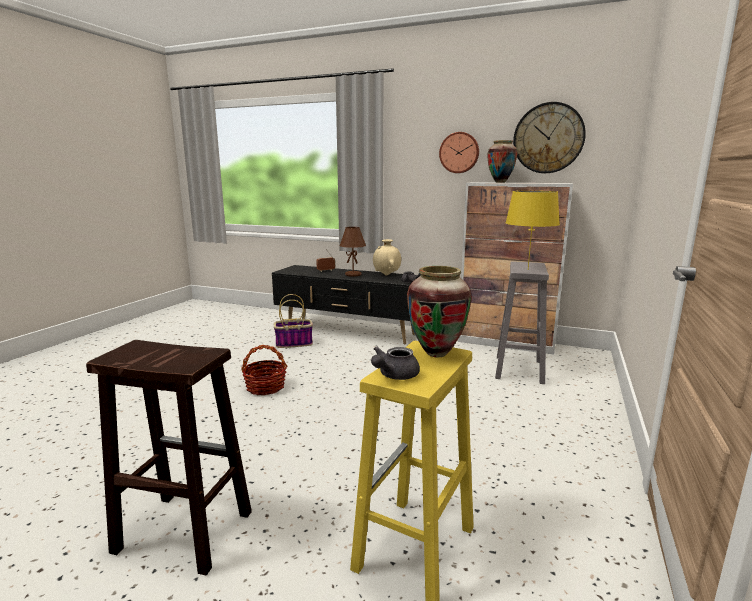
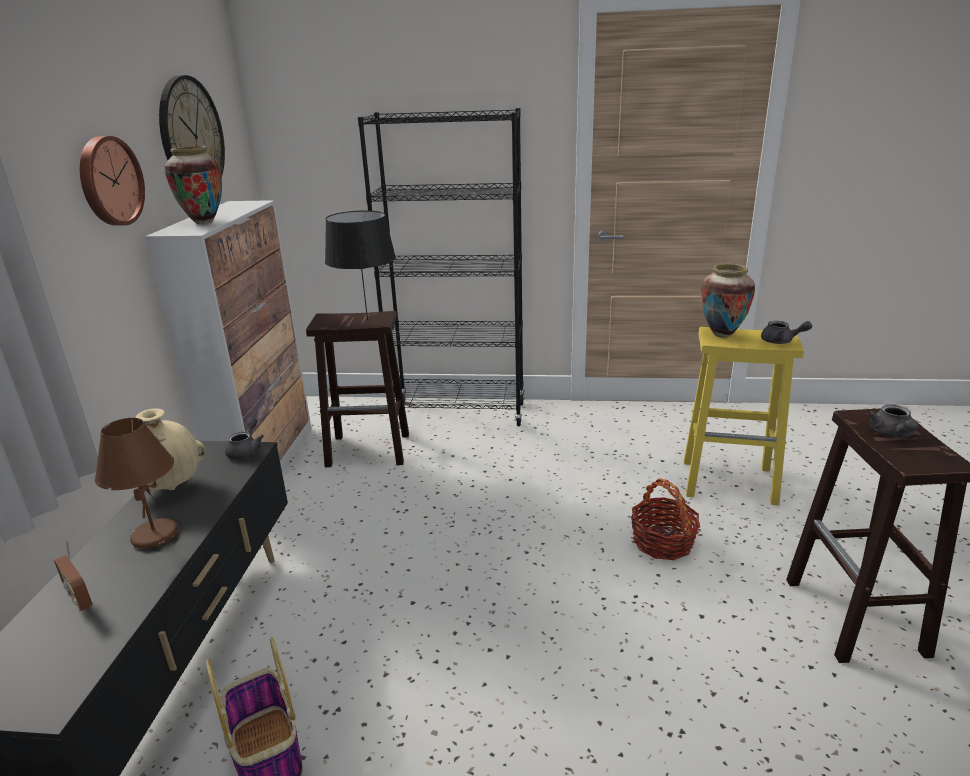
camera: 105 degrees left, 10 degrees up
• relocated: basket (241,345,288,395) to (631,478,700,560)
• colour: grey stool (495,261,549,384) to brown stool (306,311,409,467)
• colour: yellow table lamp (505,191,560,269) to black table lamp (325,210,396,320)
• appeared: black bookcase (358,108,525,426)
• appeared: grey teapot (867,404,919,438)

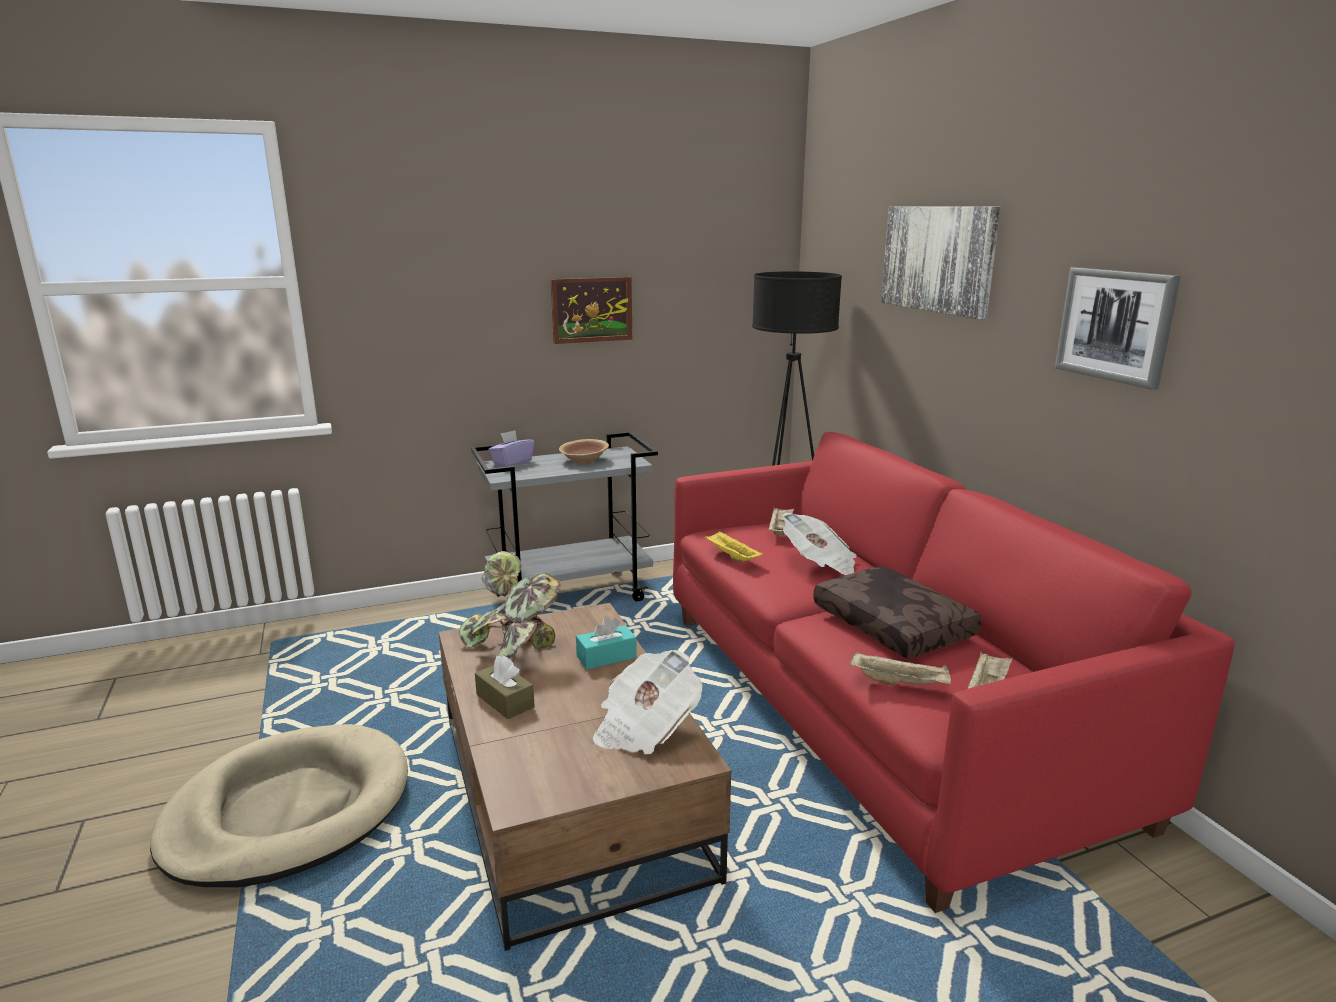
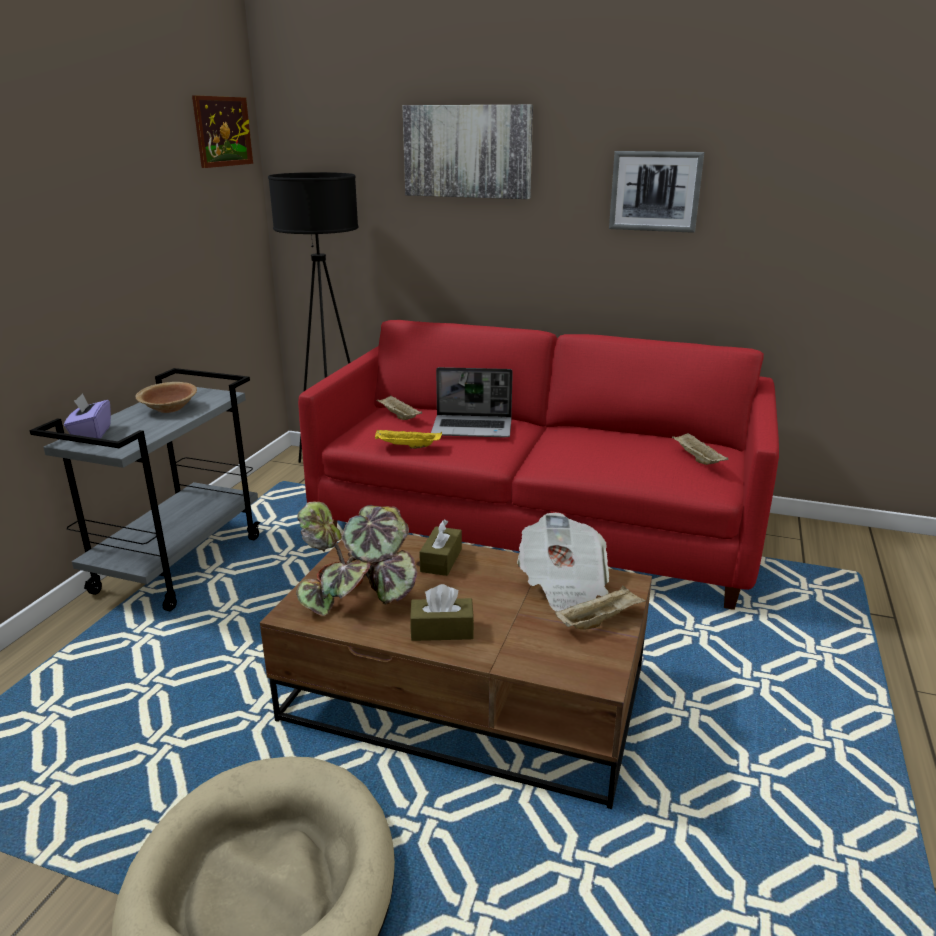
camera: 50 degrees left, 5 degrees up
• relocated: picture (551,277,632,344) to (192,95,253,168)
• colour: turquoise tissue box (576,617,637,669) to brown tissue box (419,519,462,576)
• exchanged: newspaper (783,513,857,575) to laptop (431,367,513,437)
• missing: brown pillow (813,566,981,659)
• relocated: beige tray (850,652,951,686) to (555,586,646,630)

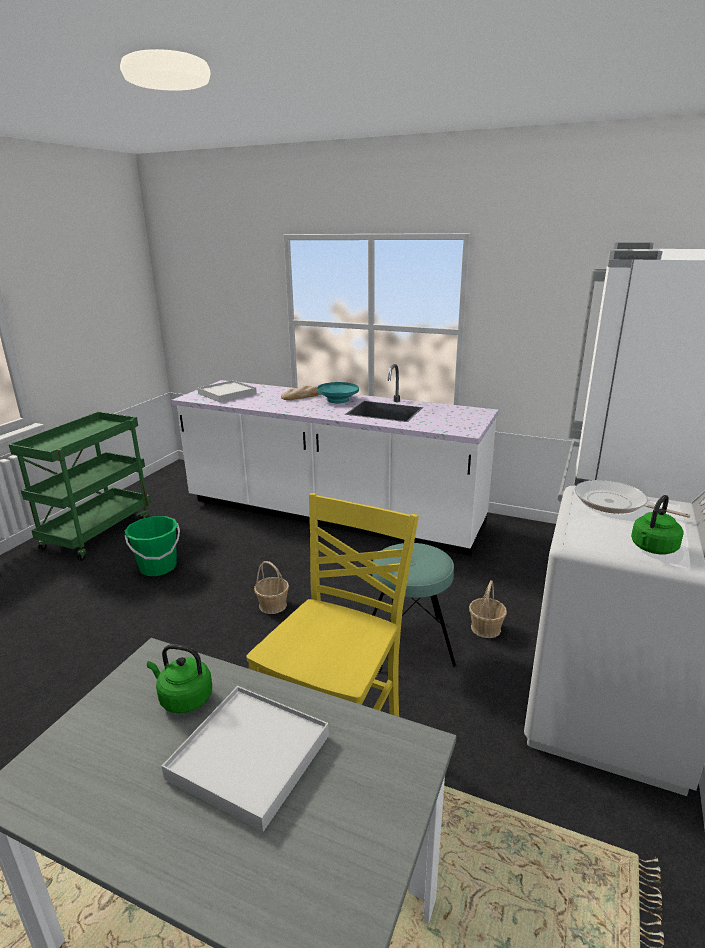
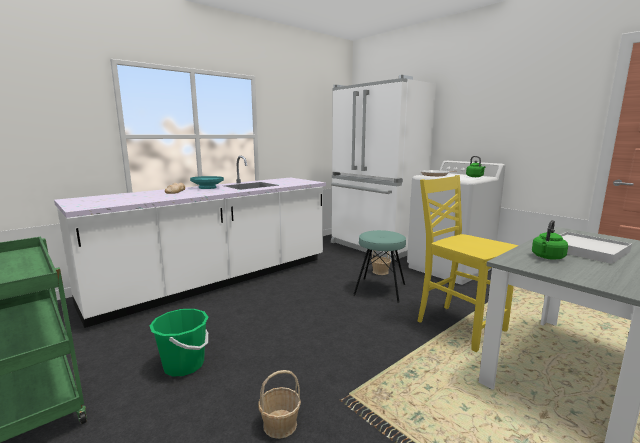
camera: 65 degrees left, 10 degrees down
• missing: white tray (197,380,257,402)
• relocated: basket (254,561,289,614) to (258,370,301,439)

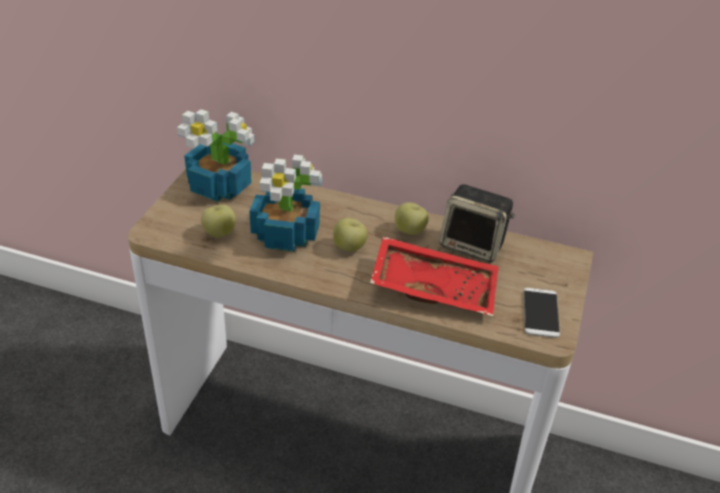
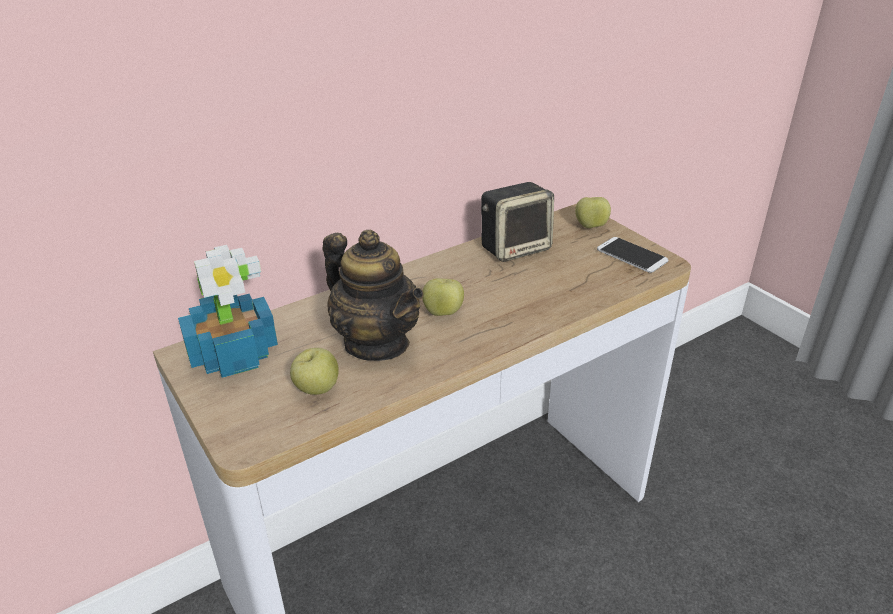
camera: 50 degrees left, 5 degrees down
• exchanged: potted plant (249,155,322,252) to teapot (323,230,423,361)
• missing: red tray (370,236,499,316)
• relocated: apple (395,202,429,235) to (575,197,611,228)

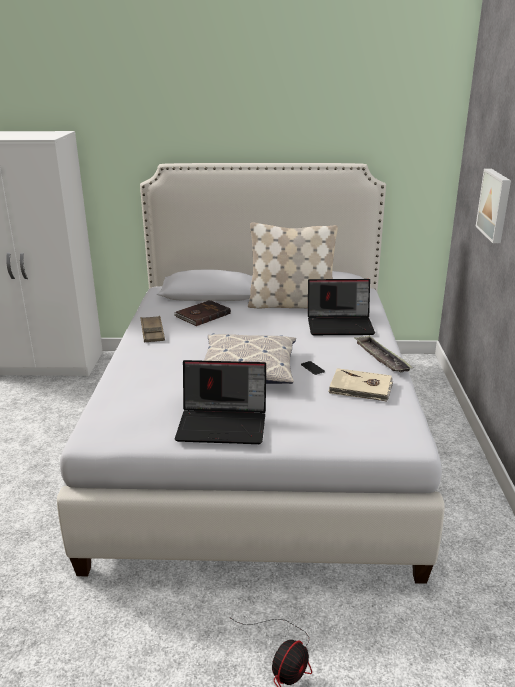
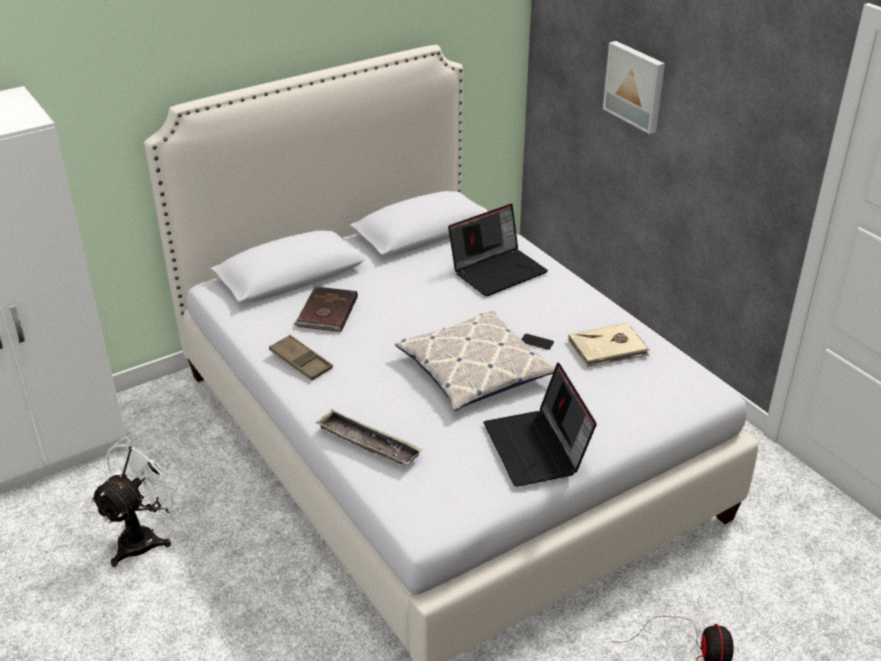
camera: 35 degrees left, 10 degrees up
• spun: laptop (175,360,266,444) = (483,362,597,487) 105 degrees clockwise
• missing: beige pillow (248,222,338,309)
• relocated: tray (355,336,413,372) to (316,410,423,465)
• appeared: white fan (90,435,185,567)

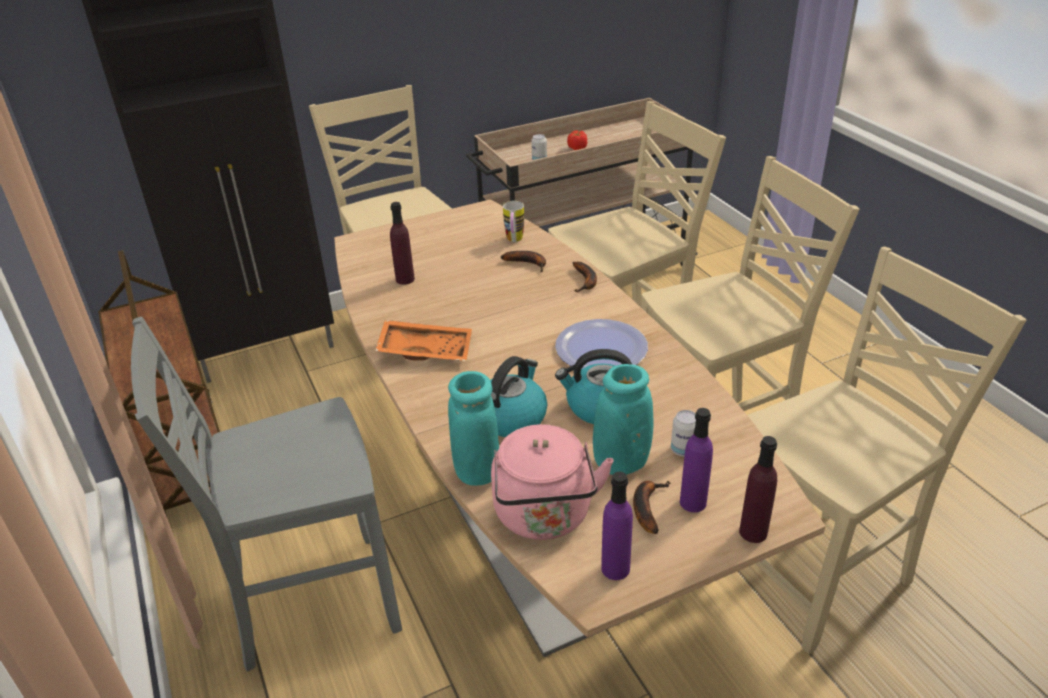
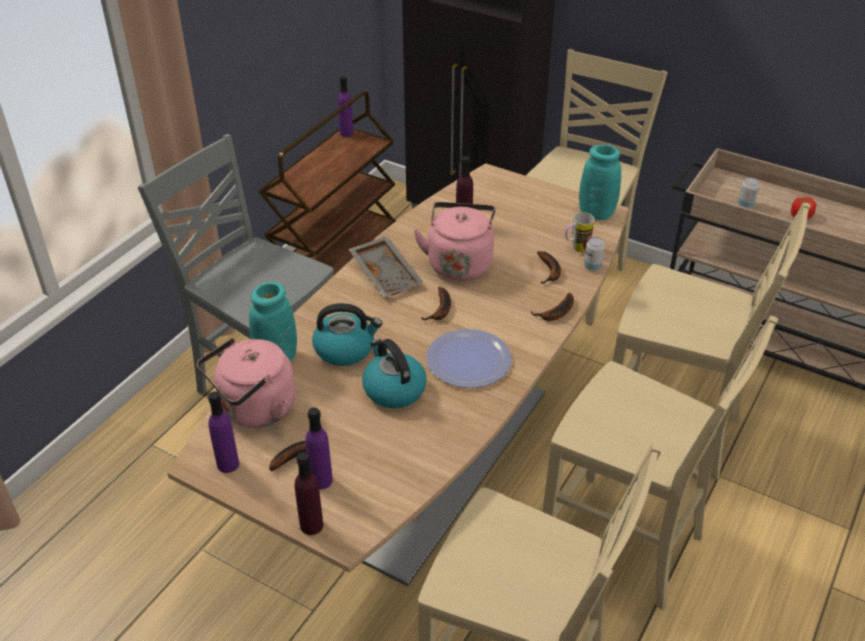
camera: 55 degrees right, 5 degrees up
• colour: orange tray (375,320,472,361) to grey tray (348,236,423,297)
• relocated: turquoise vase (593,364,654,475) to (579,145,621,220)
• relocated: can (671,410,696,457) to (584,237,605,271)
• appeared: purple bottle (338,76,354,137)
• appeared: pink kettle (413,202,495,281)
• appeared: banana (421,287,451,321)

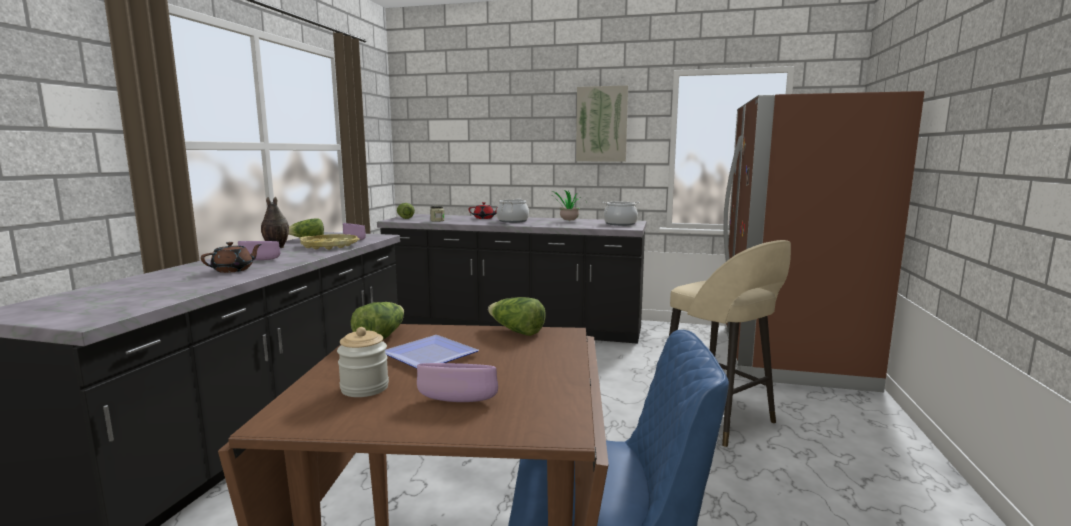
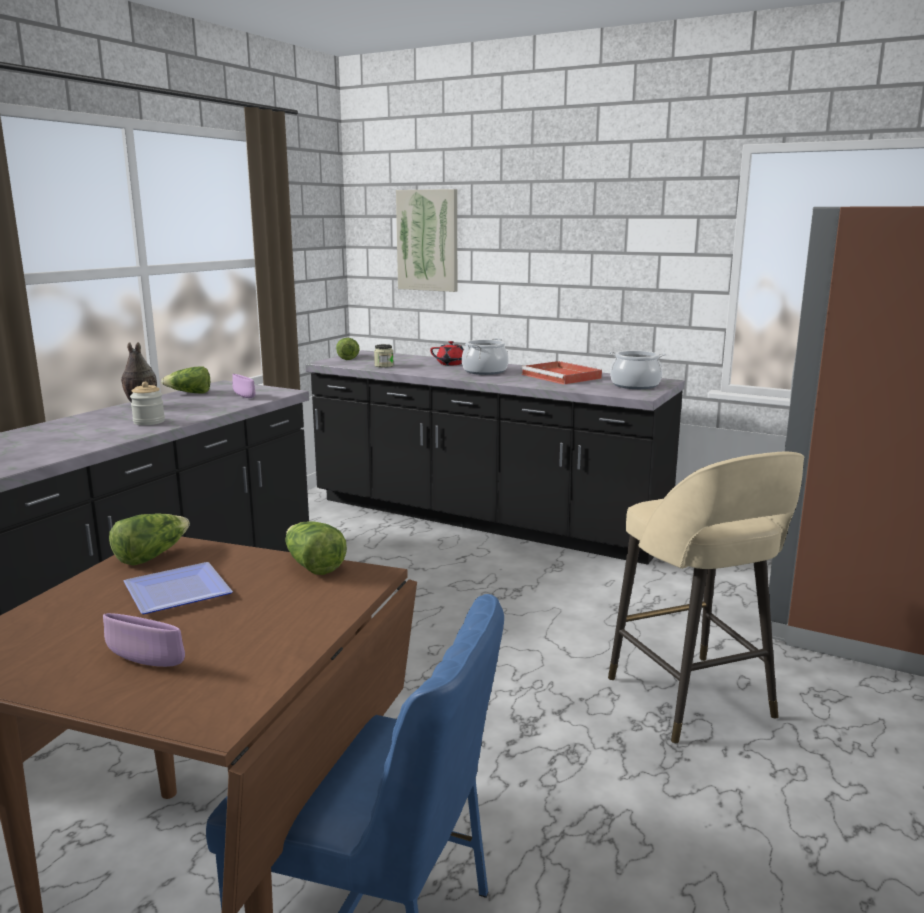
camera: 15 degrees right, 5 degrees up
• missing: brown teapot (201,242,262,273)
• missing: purple bowl (238,241,280,260)
• missing: yellow tray (299,234,360,250)
• relocated: jar (337,327,389,397) to (130,382,165,425)
• exchanged: potted plant (552,190,587,221) to red tray (521,361,602,385)
• relocated: picture (576,85,628,162) to (396,189,457,292)

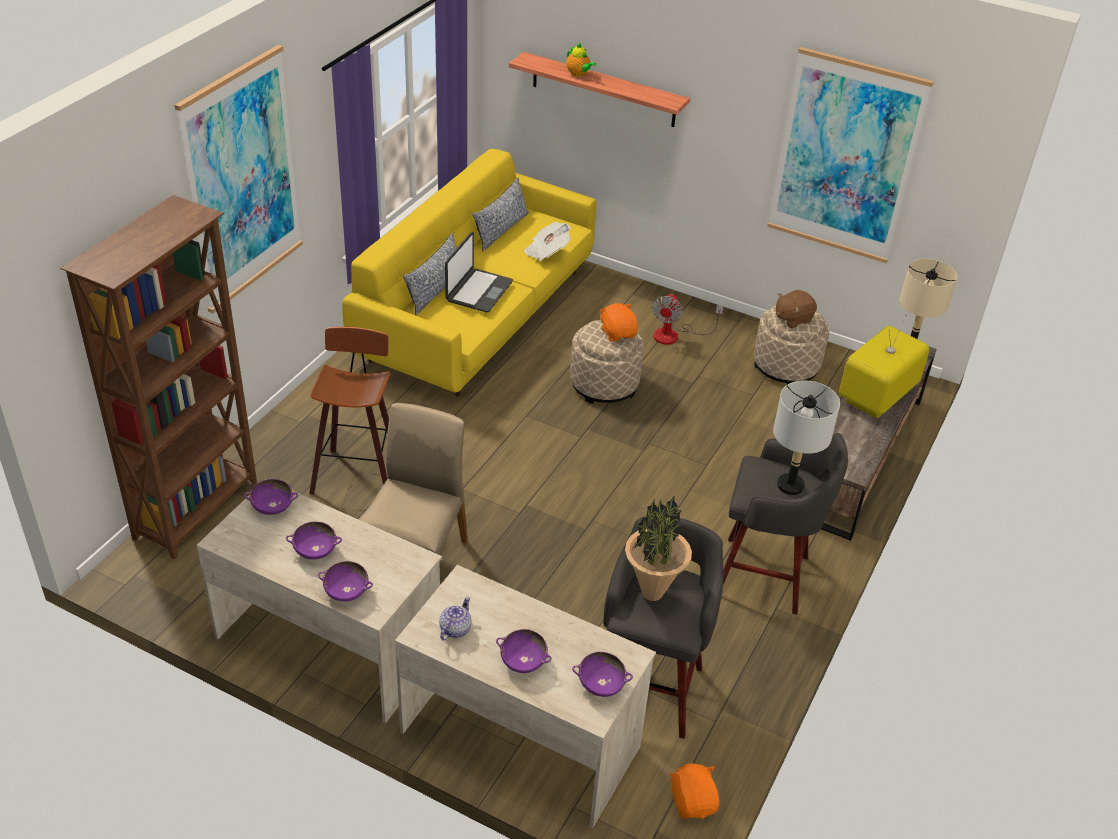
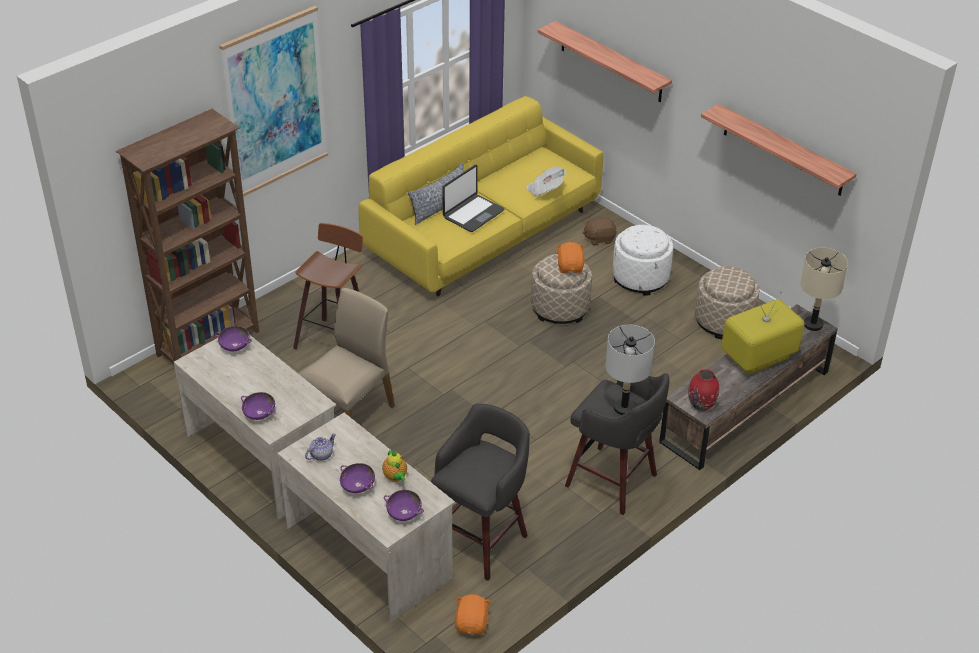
camera: 20 degrees right, 0 degrees up
• missing: purple bowl (286,522,342,560)
• missing: pillow (473,177,529,252)
• relocated: teapot (567,43,596,77) to (382,450,407,482)
• missing: potted plant (625,495,692,601)
• exchanged: fan (652,294,724,345) to white ottoman (613,225,673,296)
• exchanged: picture (767,47,934,263) to shelf (701,104,856,196)
• relocated: brown plush toy (776,290,817,328) to (582,217,617,246)
• appeared: red vase (688,369,719,411)

